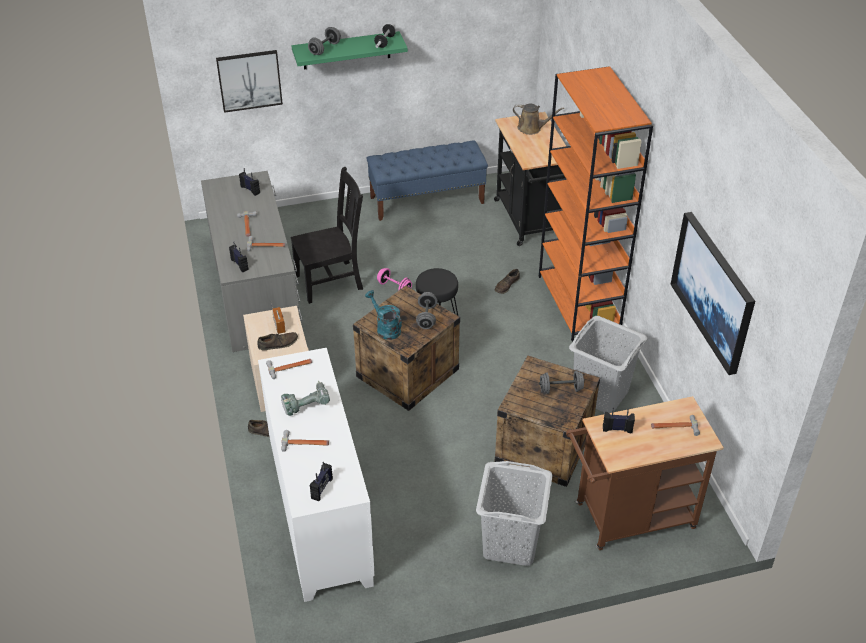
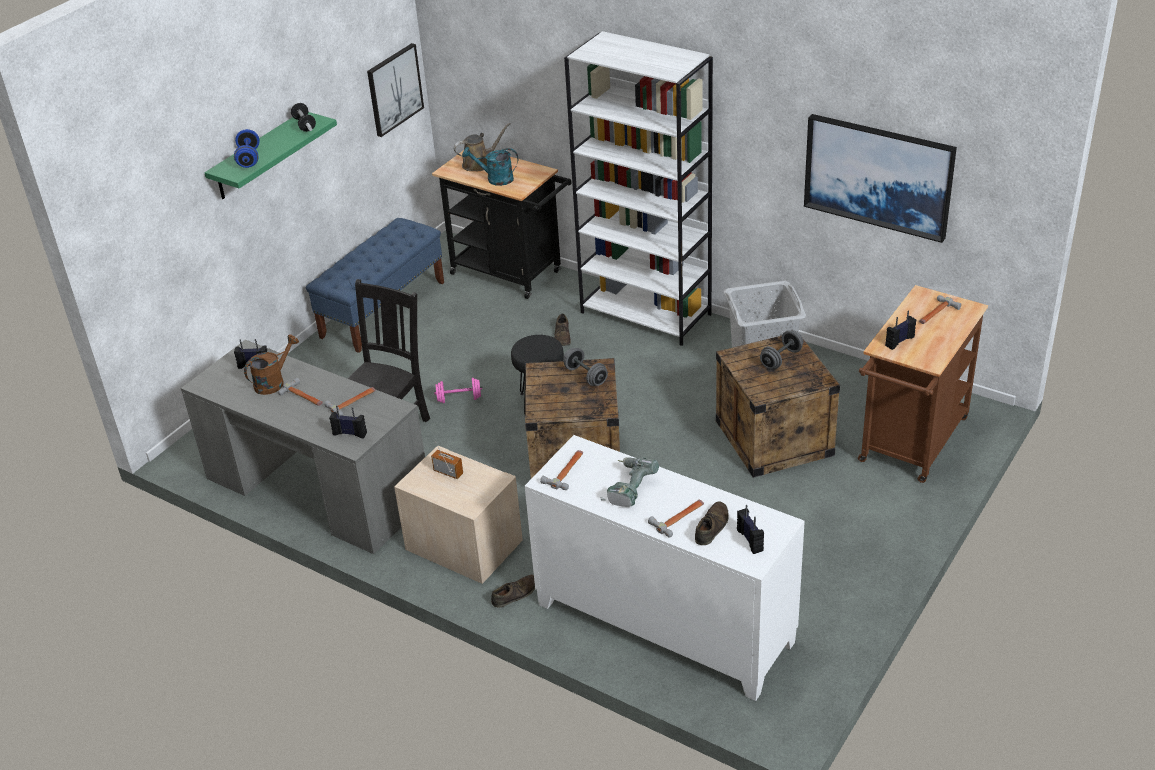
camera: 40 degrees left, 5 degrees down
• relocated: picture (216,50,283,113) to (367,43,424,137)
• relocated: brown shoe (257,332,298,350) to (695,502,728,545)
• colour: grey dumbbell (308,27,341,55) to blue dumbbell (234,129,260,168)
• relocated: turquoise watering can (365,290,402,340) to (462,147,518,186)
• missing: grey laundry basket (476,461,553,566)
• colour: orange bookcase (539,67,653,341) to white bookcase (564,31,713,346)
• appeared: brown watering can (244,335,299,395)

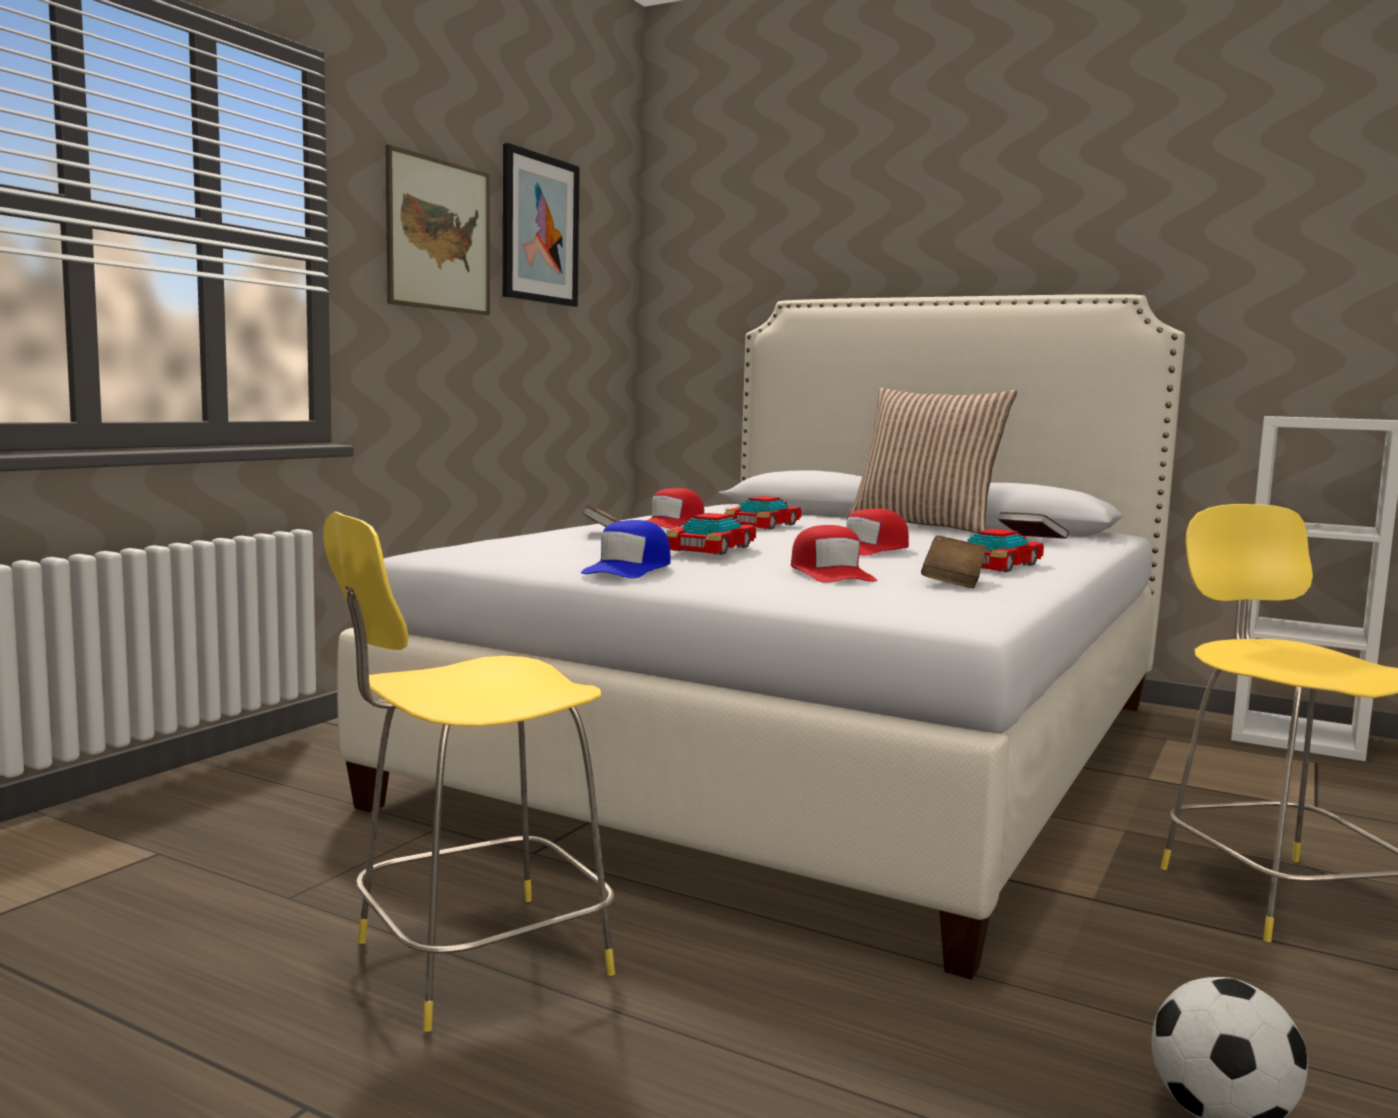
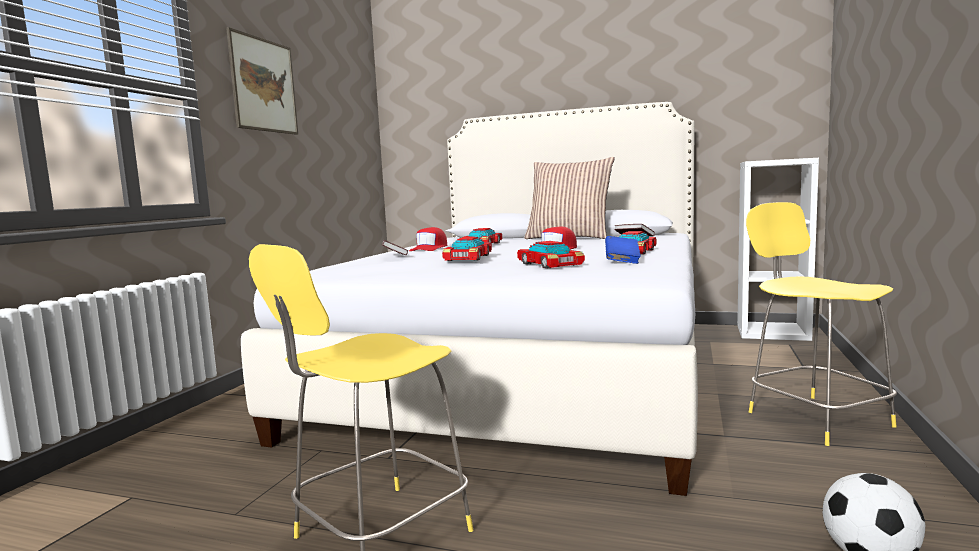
camera: 10 degrees left, 0 degrees up
• missing: picture (503,143,580,307)
• missing: blue cap (581,520,670,578)
• exchanged: red cap (791,525,877,583) to toy car (517,241,585,268)
• colour: brown book (921,535,987,588) to blue book (605,236,641,264)

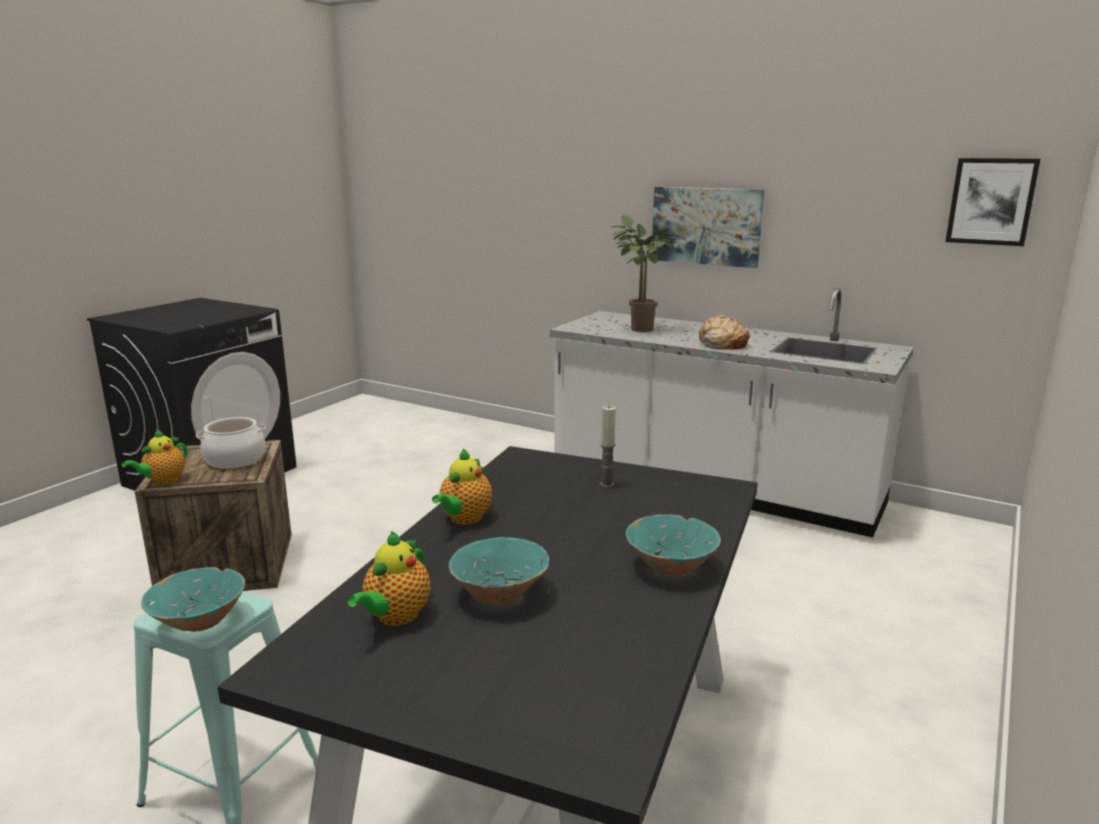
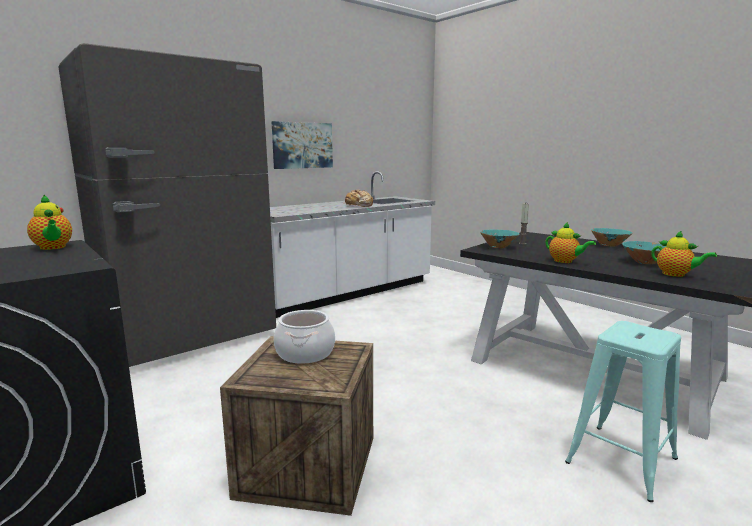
camera: 70 degrees left, 5 degrees down
• relocated: teapot (122,429,188,485) to (27,195,72,250)
• relocated: turquoise bowl (141,567,245,632) to (480,229,520,248)
• missing: potted plant (612,215,680,332)
• missing: picture (945,158,1041,246)
• appeared: grey fridge (58,43,276,367)

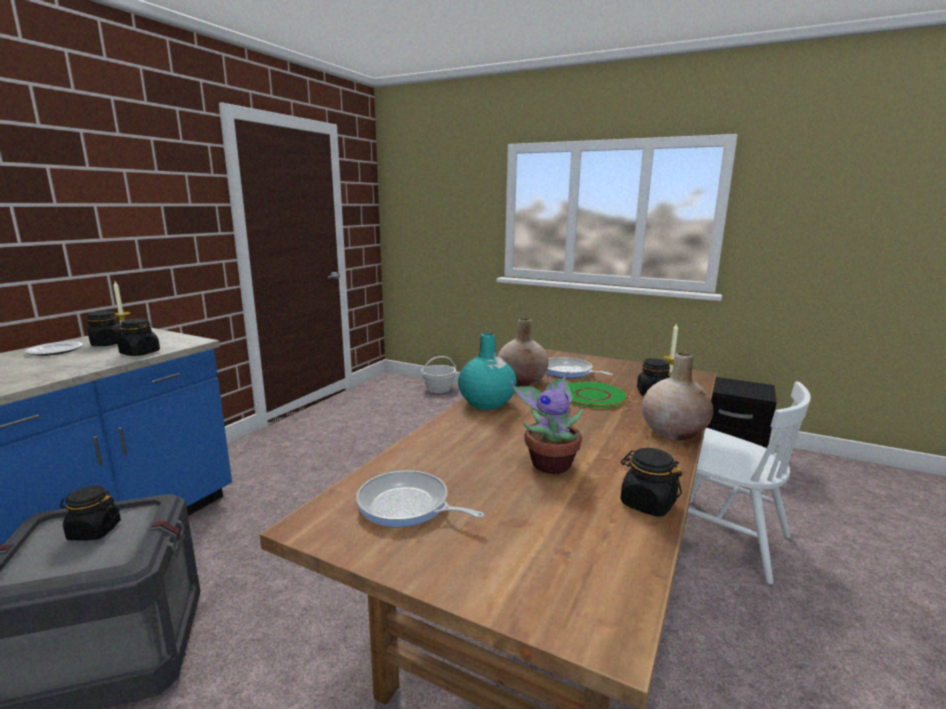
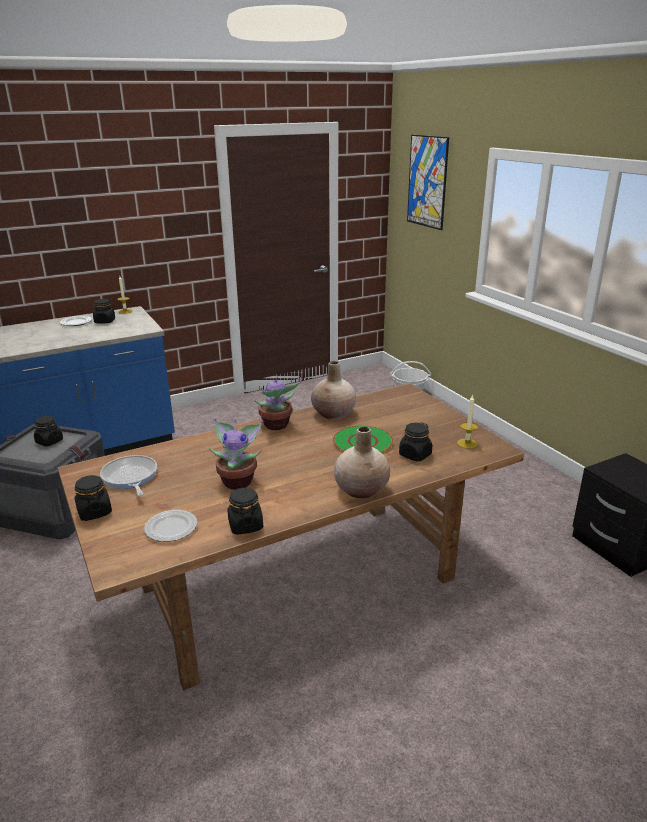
camera: 35 degrees right, 10 degrees up
• relocated: black jar (118,318,160,356) to (74,475,112,521)
• exchanged: turquoise vase (458,333,517,410) to potted plant (254,375,302,430)
• missing: frying pan (546,357,613,378)
• missing: white chair (688,381,811,584)
• appeared: plate (144,510,197,542)
• appeared: picture (407,135,449,230)

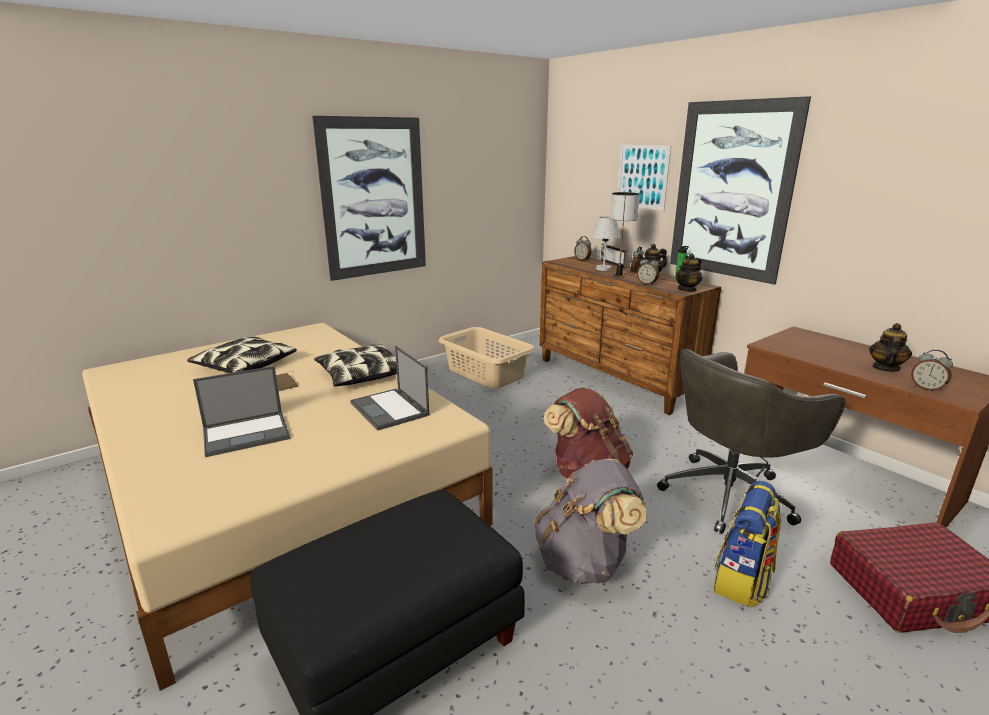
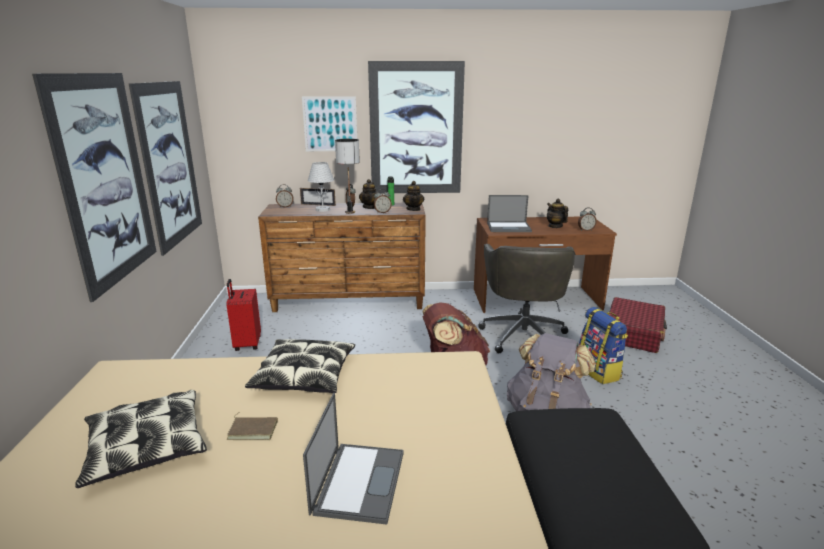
camera: 55 degrees left, 0 degrees up
• relocated: laptop (350,346,429,431) to (487,195,532,232)
• exchanged: beige laundry basket (439,327,535,389) to red suitcase (226,279,261,351)
• appeared: picture (129,81,202,256)

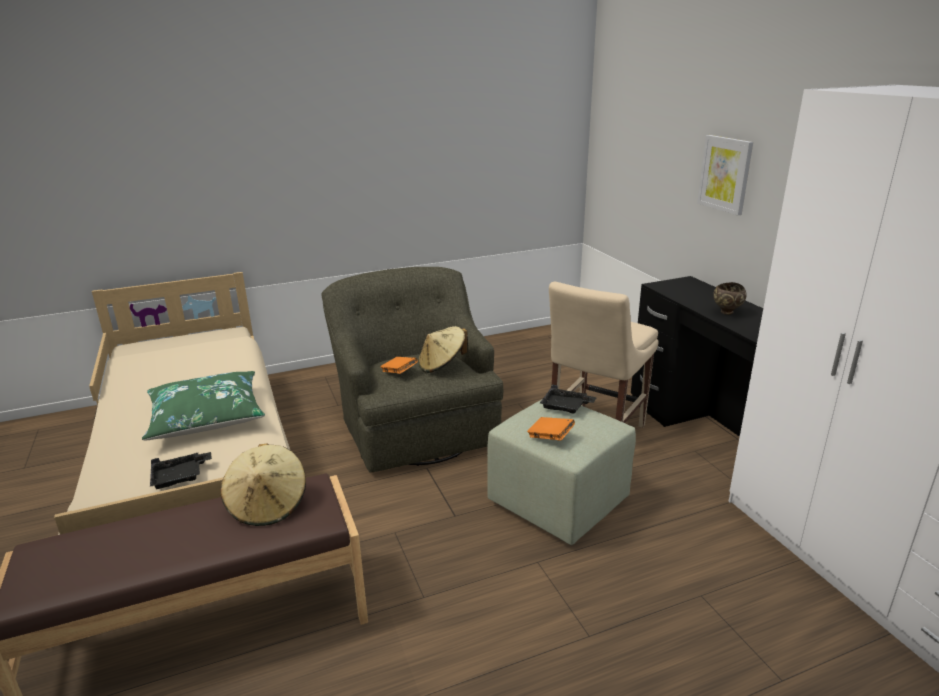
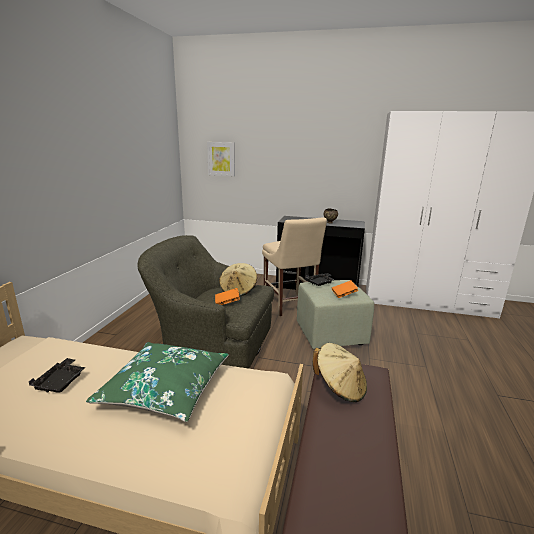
camera: 55 degrees left, 5 degrees down
• relocated: black tray (150,452,212,489) to (29,358,86,393)
• relocated: picture (697,135,753,215) to (207,142,235,176)

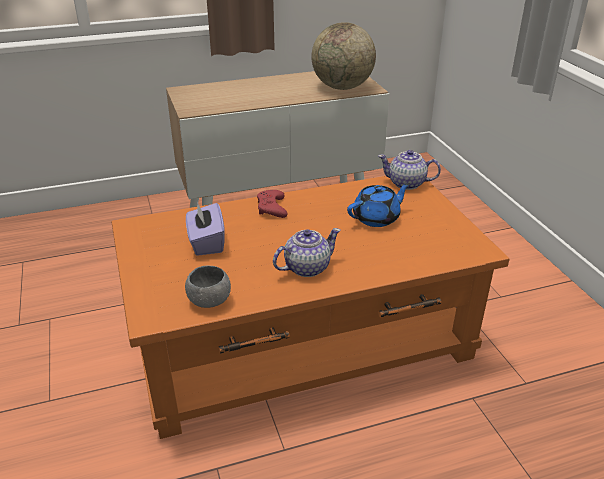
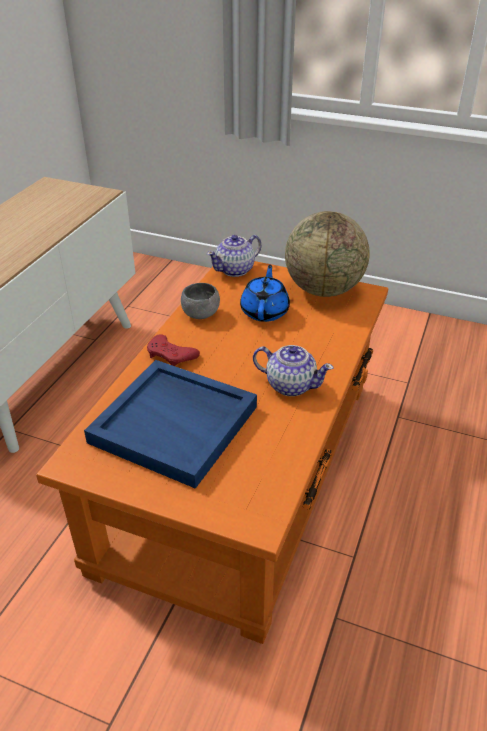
camera: 50 degrees left, 5 degrees up
• relocated: grey bowl (185,265,231,308) to (181,283,220,319)
• exchanged: purple tissue box (186,202,225,256) to blue tray (84,360,257,489)
• spun: teapot (273,228,341,277) = (253,345,334,396) 105 degrees clockwise
• relocated: globe (311,22,376,90) to (285,211,370,297)

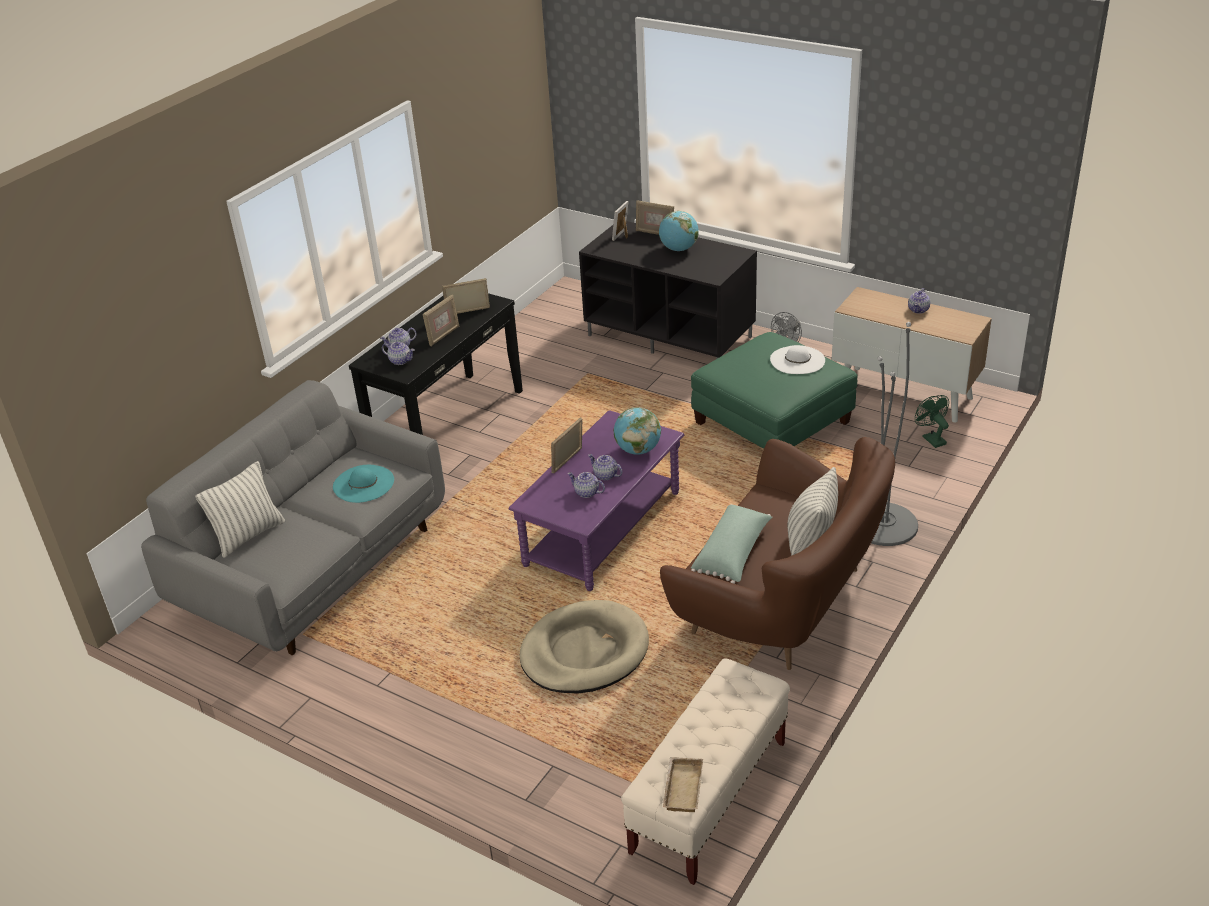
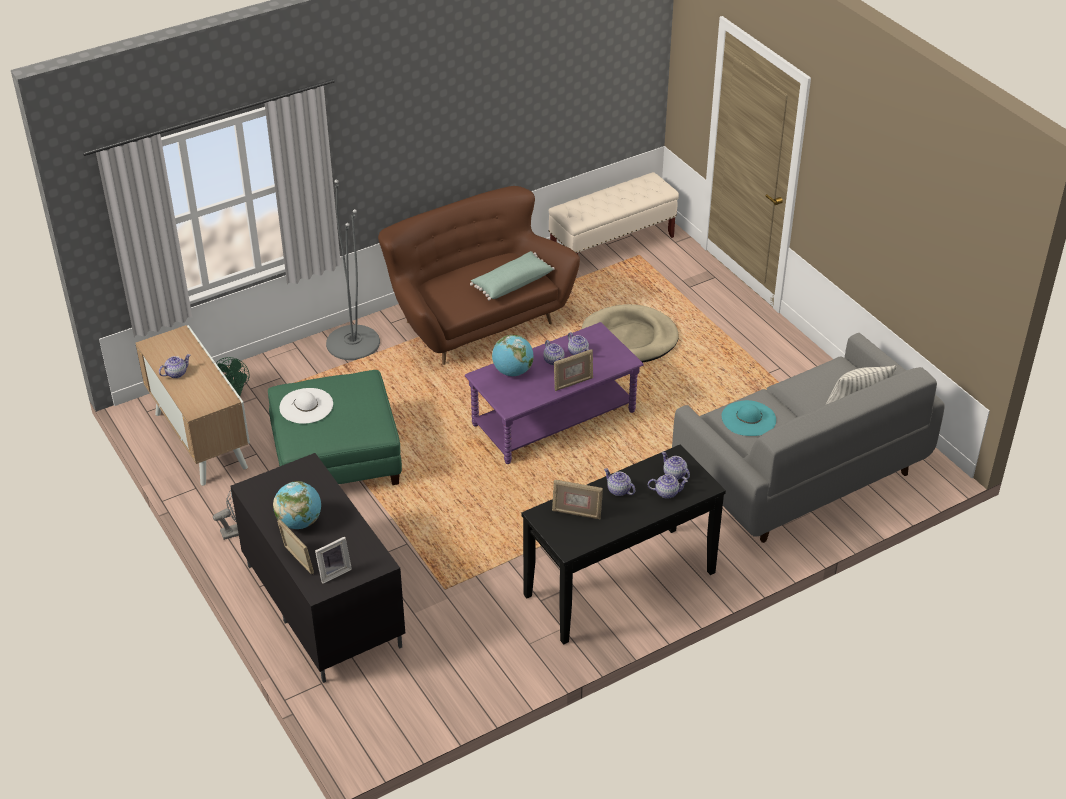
camera: 155 degrees left, 5 degrees up
• exchanged: picture frame (423,294,459,347) to teapot (604,468,635,496)
• missing: beige tray (663,757,703,812)
• missing: pillow (788,467,838,556)

